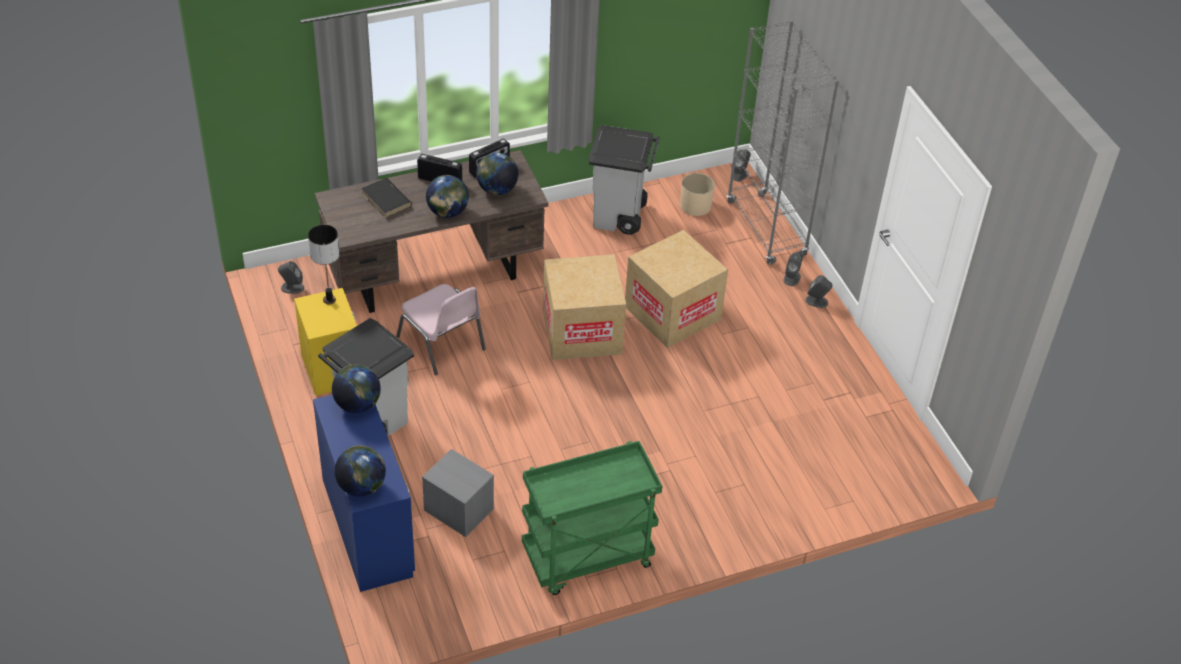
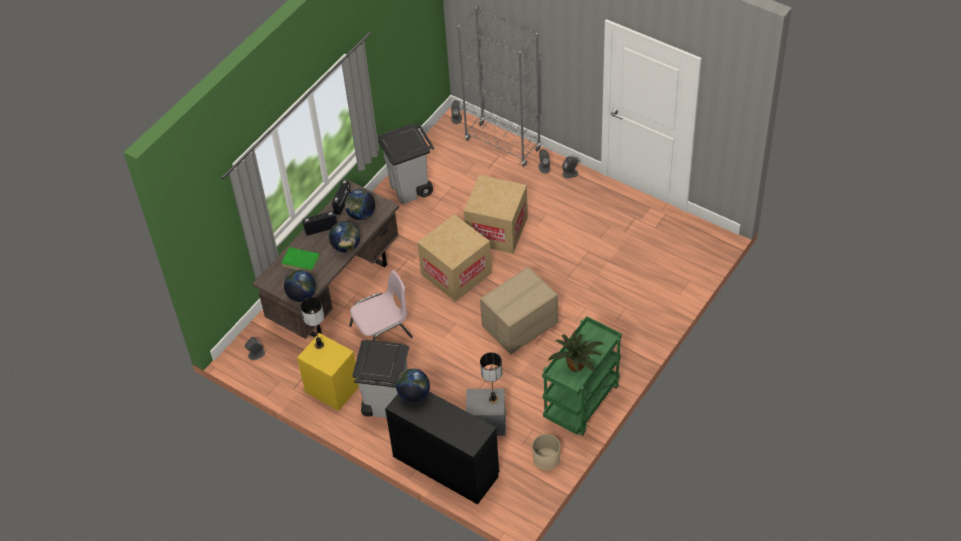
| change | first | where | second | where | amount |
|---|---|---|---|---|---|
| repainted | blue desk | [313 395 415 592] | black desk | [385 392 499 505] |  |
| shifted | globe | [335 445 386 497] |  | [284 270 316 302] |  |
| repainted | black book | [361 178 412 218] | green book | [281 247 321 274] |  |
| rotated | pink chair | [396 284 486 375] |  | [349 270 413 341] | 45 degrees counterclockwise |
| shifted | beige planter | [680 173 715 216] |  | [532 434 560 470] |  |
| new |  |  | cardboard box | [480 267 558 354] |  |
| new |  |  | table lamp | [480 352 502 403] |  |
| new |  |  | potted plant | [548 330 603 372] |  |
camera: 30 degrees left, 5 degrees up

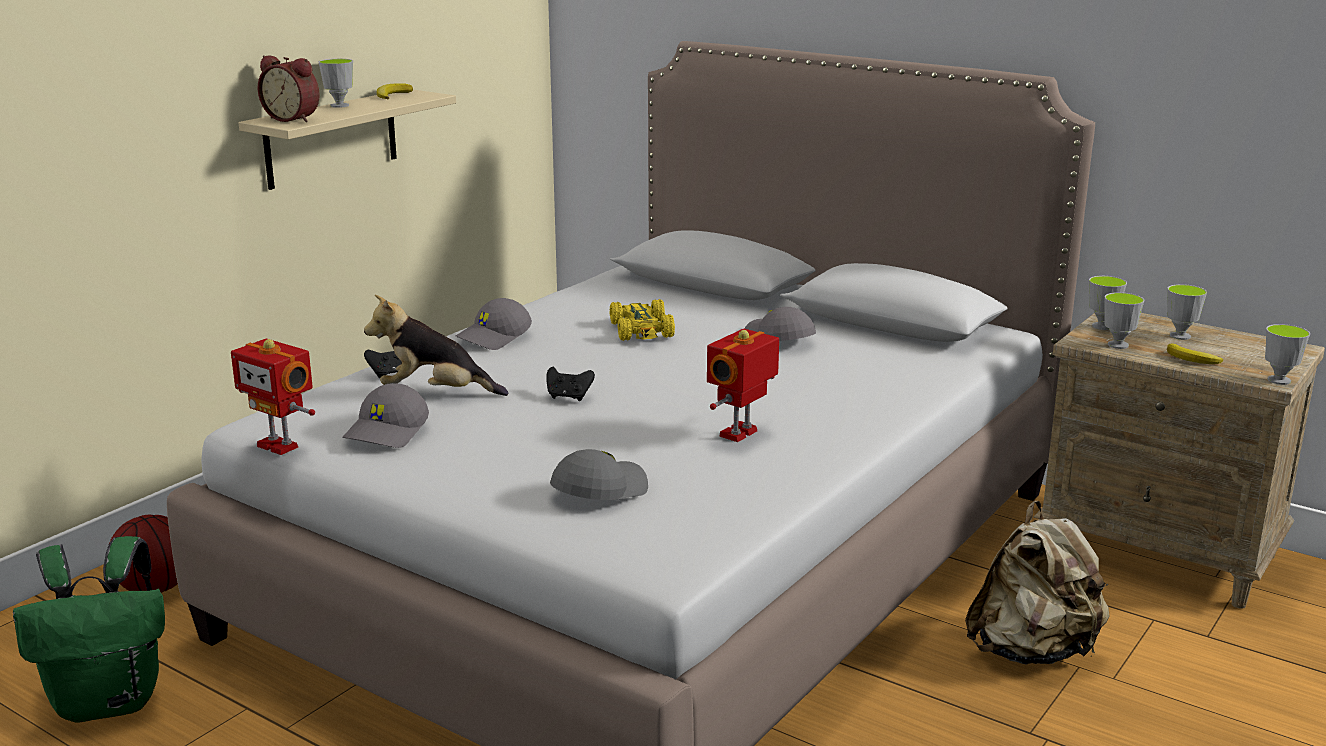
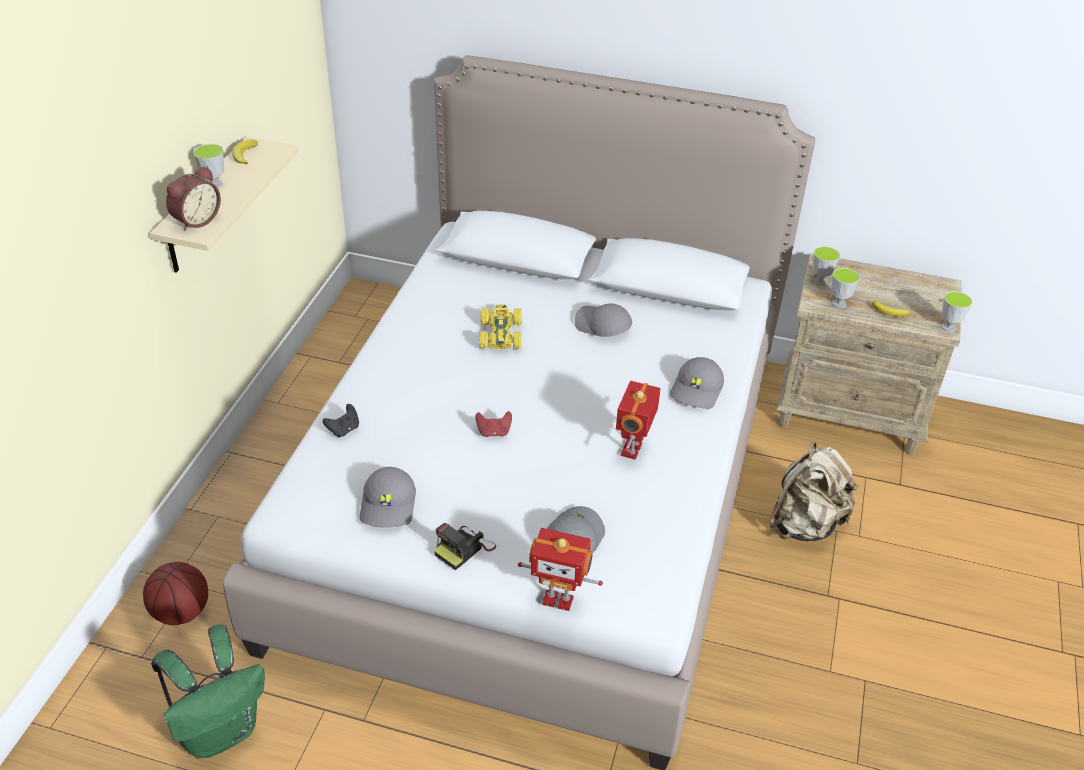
| change | first | where | second | where | amount |
|---|---|---|---|---|---|
| shifted | toy robot | [231 339 315 455] |  | [518 528 603 611] |  |
| rotated | alarm clock | [258 55 320 122] |  | [166 166 221 231] | 60 degrees counterclockwise |
| gone | plush toy | [364 295 508 396] |  |  |  |
| shifted | grey cap | [456 298 532 350] |  | [669 357 724 409] |  |
| repainted | black game controller | [546 367 595 401] | red game controller | [475 411 512 437] |  |
| rotated | yellow toy car | [610 299 675 341] |  | [479 304 522 349] | 150 degrees counterclockwise |
| gone | cup | [1167 284 1207 340] |  |  |  |
| new |  |  | photo camera | [434 523 496 570] |  |
camera: 20 degrees left, 20 degrees up

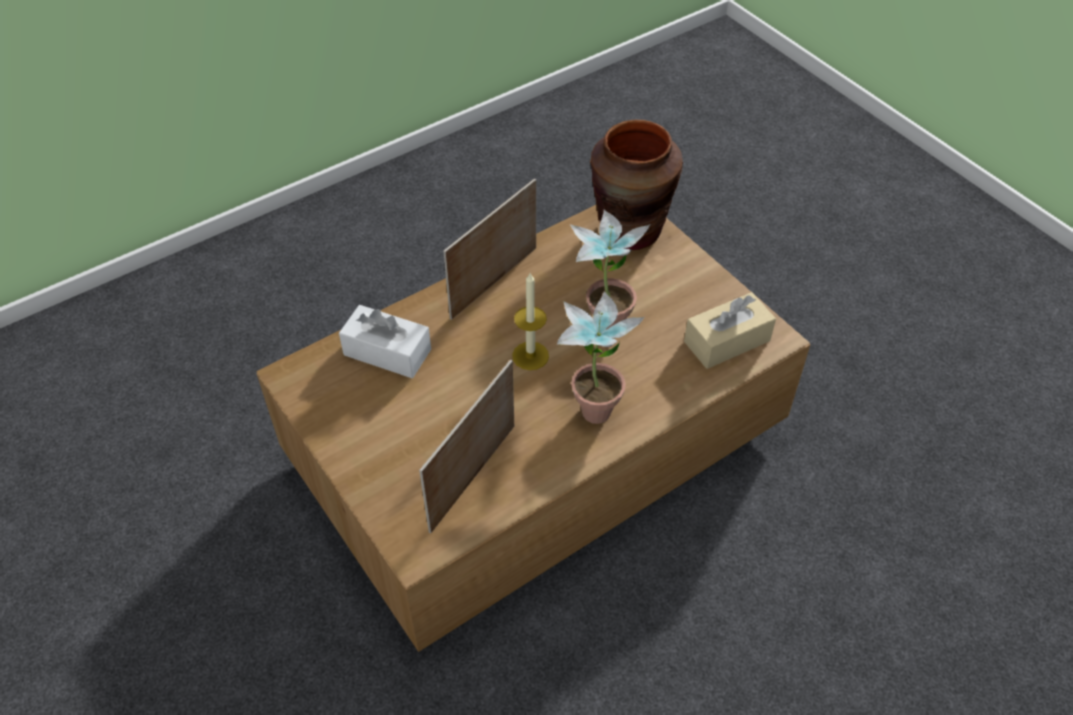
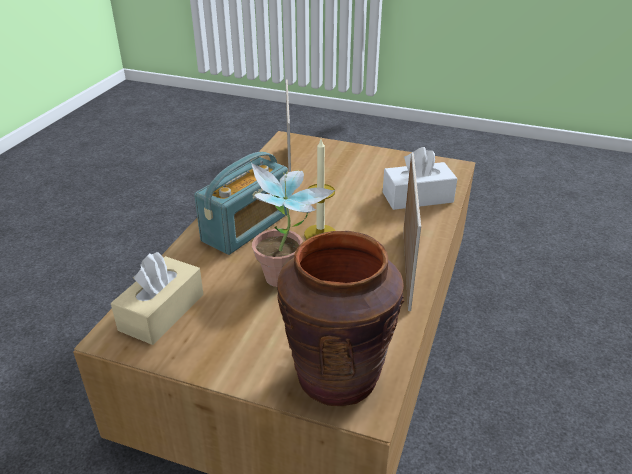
| change | first | where | second | where | amount |
|---|---|---|---|---|---|
| swapped | potted plant | [557 291 645 424] | radio | [194 152 289 255] |  |
camera: 145 degrees right, 15 degrees down

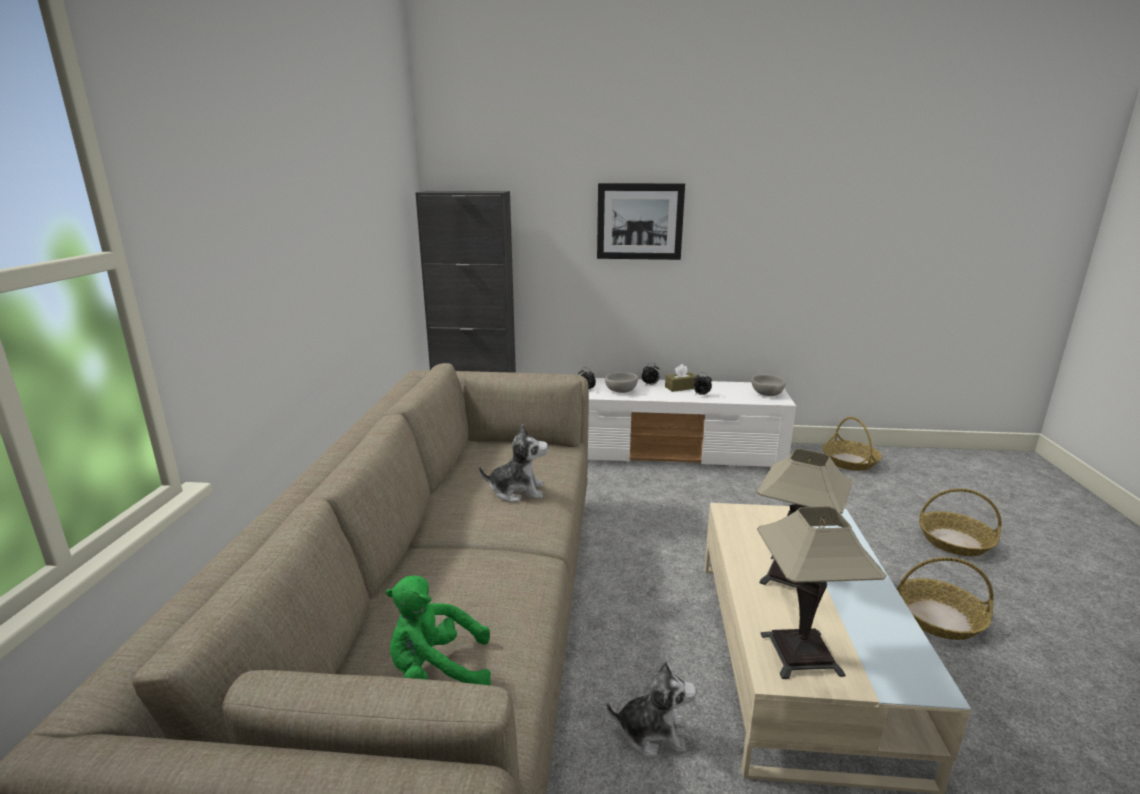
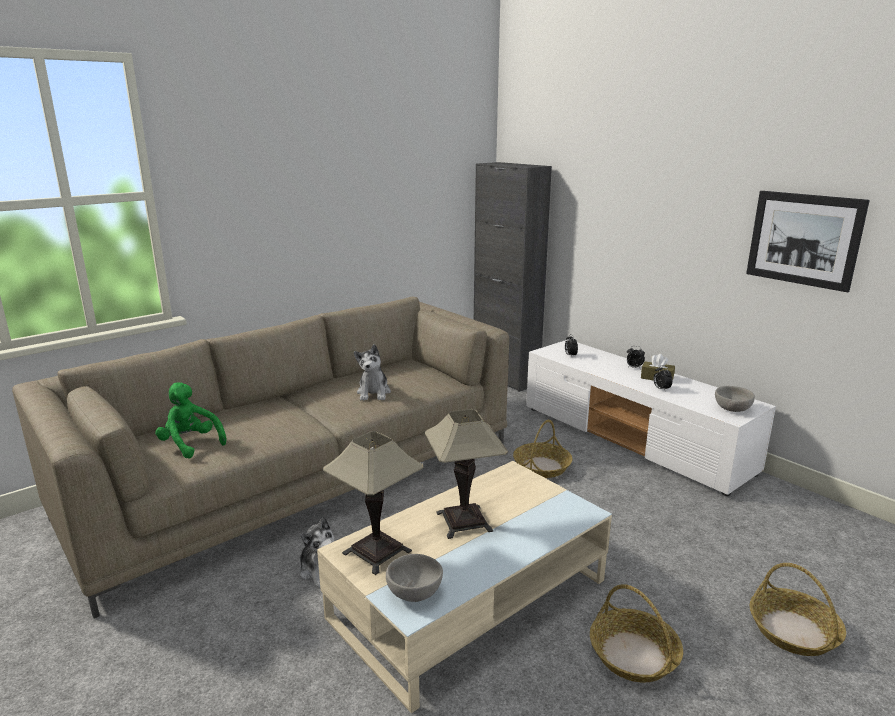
| change | first | where | second | where | amount |
|---|---|---|---|---|---|
| rotated | plush toy | [479 424 548 502] |  | [354 344 391 400] | 45 degrees clockwise |
| shifted | picture | [597 183 685 260] |  | [746 191 870 292] |  |
| shifted | grey bowl | [605 372 638 393] |  | [386 554 443 602] |  |
| shifted | basket | [823 417 882 471] |  | [513 420 572 478] |  |
camera: 45 degrees right, 0 degrees up

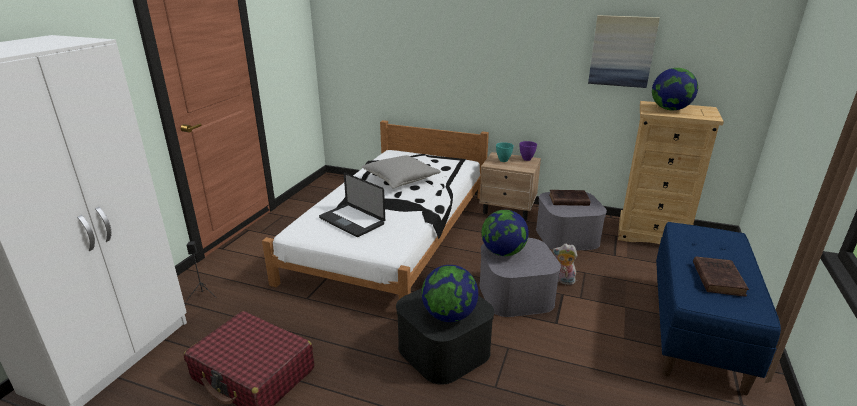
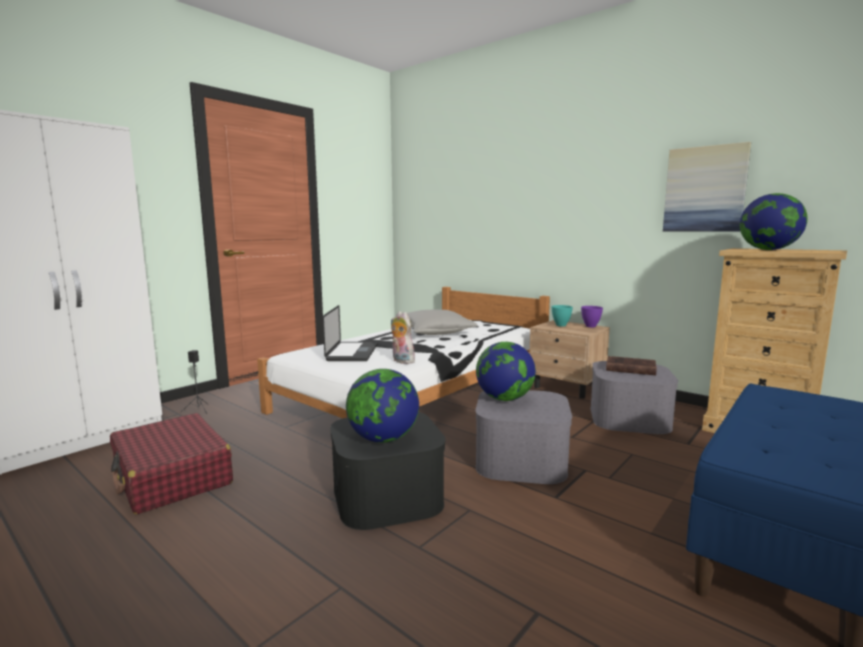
| change | first | where | second | where | amount |
|---|---|---|---|---|---|
| rotated | laptop | [319 172 385 237] |  | [323 305 378 361] | 150 degrees counterclockwise |
| shifted | plush toy | [553 244 578 285] |  | [391 311 415 364] |  |
| gone | brown book | [693 256 749 297] |  |  |  |
camera: 20 degrees right, 15 degrees down

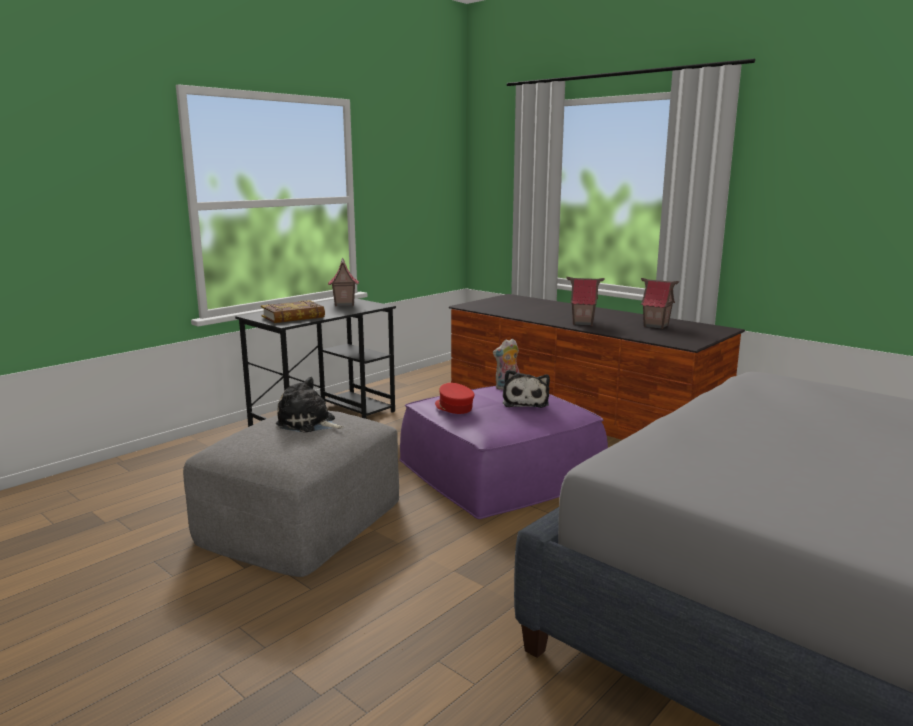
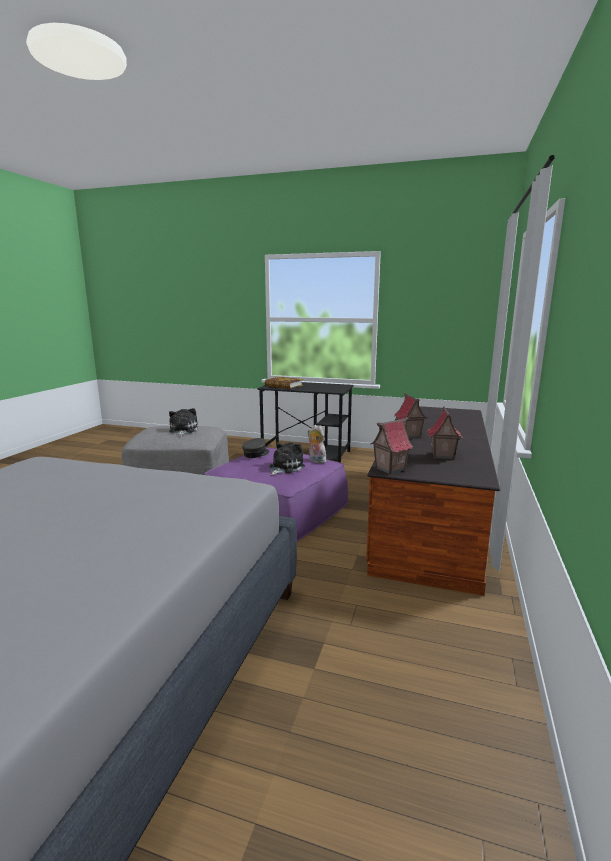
| change | first | where | second | where | amount |
|---|---|---|---|---|---|
| shifted | toy house | [328 258 359 306] |  | [370 417 413 475] |  |
| repainted | red cap | [435 383 475 414] | grey cap | [242 438 269 458] |  |
| rotated | plush toy | [503 370 550 408] |  | [269 442 305 475] | 150 degrees clockwise |
camera: 65 degrees right, 0 degrees up

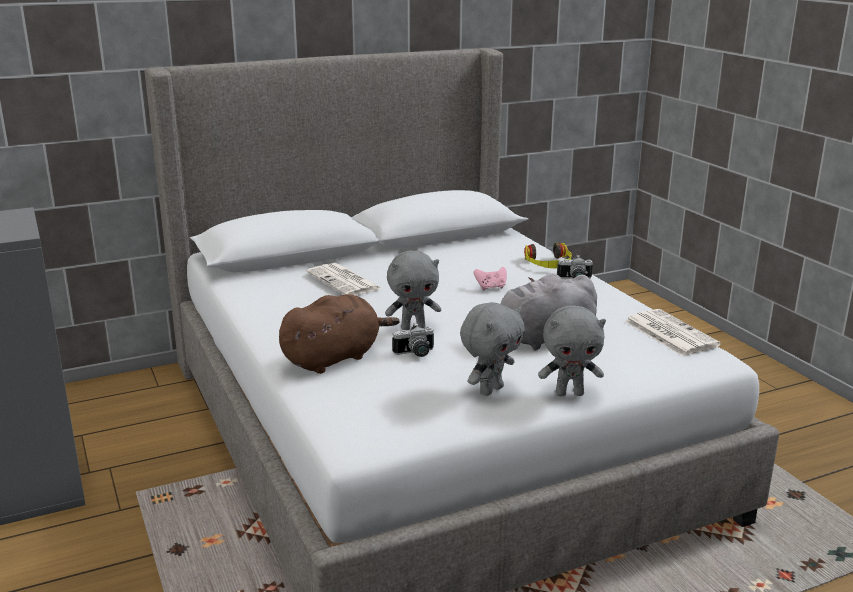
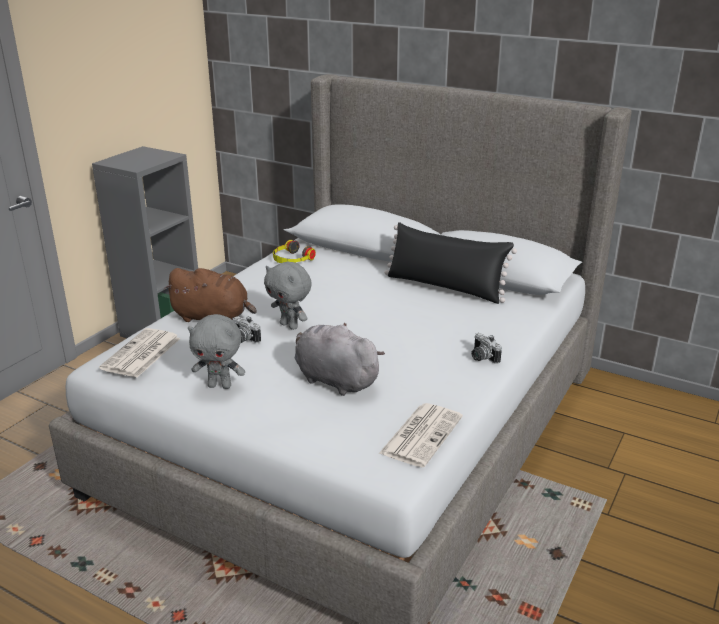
| change | first | where | second | where | amount |
|---|---|---|---|---|---|
| shifted | newspaper | [307 263 382 296] |  | [99 328 181 377] |  |
| gone | pink game controller | [474 267 507 290] |  |  |  |
| shifted | headphones | [524 242 572 268] |  | [273 240 316 263] |  |
| gone | grey plush toy | [538 306 606 396] |  |  |  |
| new |  |  | black pillow | [384 222 517 304] |  |
camera: 55 degrees right, 5 degrees up

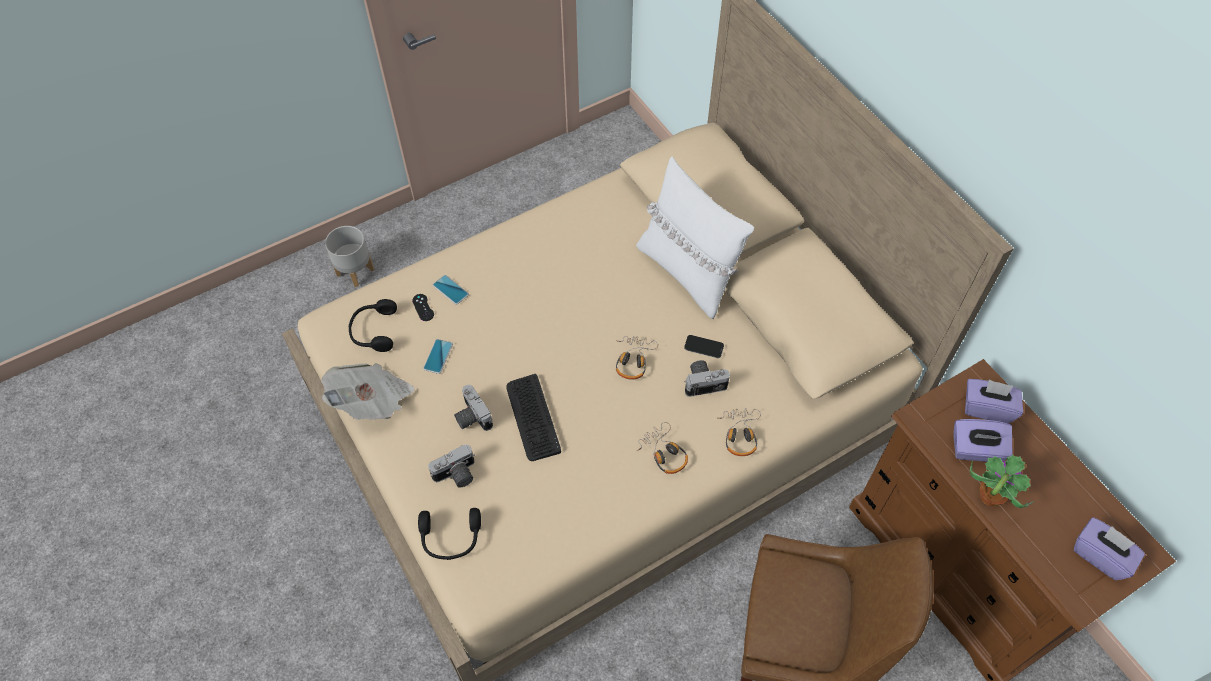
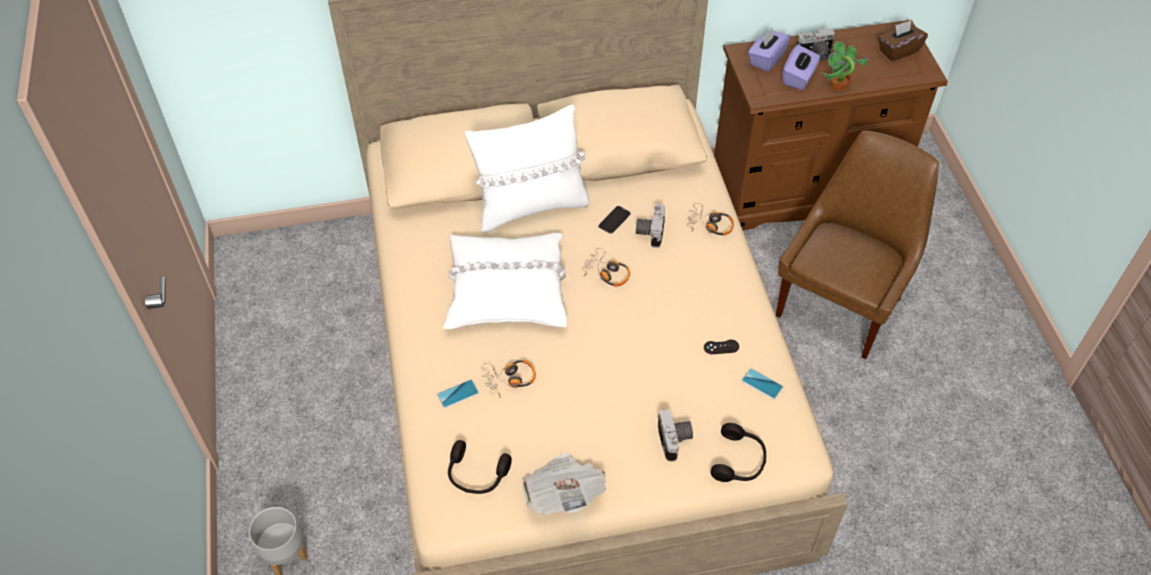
| change | first | where | second | where | amount |
|---|---|---|---|---|---|
| shifted | black game controller | [412 294 434 321] |  | [704 339 739 354] |  |
| shifted | phone | [423 339 453 374] |  | [741 368 783 400] |  |
| shifted | photo camera | [454 385 493 431] |  | [797 28 835 61] |  |
| gone | keyboard | [506 374 561 461] |  |  |  |
| shifted | headphones | [637 422 688 474] |  | [482 360 536 398] |  |
| repainted | purple tissue box | [1074 517 1145 580] | brown tissue box | [878 20 928 61] |  |
| new |  |  | white pillow | [443 233 567 329] |  |
camera: 70 degrees left, 5 degrees down

